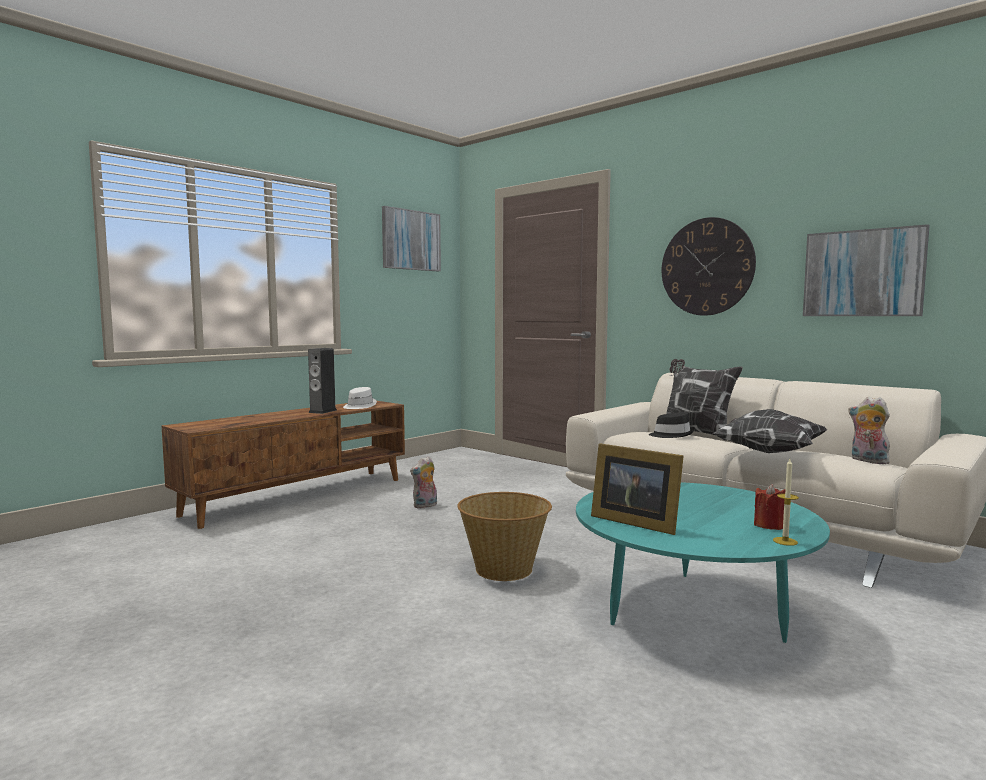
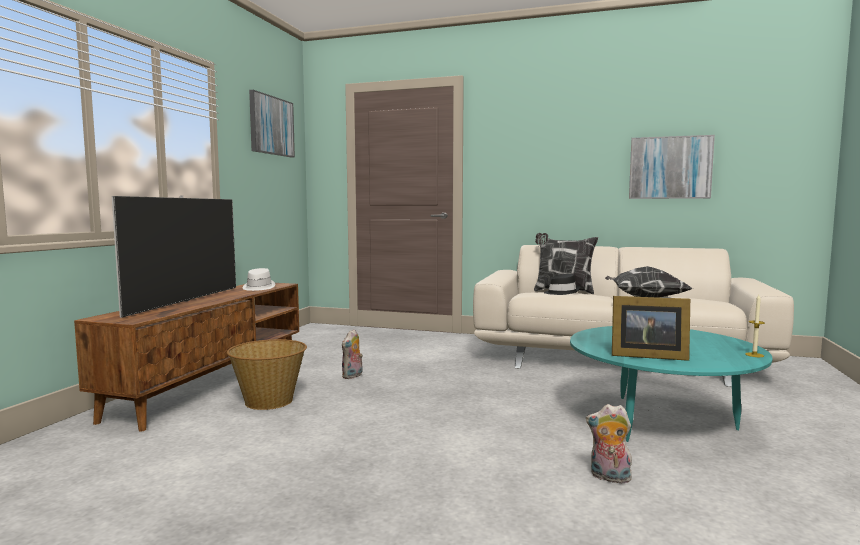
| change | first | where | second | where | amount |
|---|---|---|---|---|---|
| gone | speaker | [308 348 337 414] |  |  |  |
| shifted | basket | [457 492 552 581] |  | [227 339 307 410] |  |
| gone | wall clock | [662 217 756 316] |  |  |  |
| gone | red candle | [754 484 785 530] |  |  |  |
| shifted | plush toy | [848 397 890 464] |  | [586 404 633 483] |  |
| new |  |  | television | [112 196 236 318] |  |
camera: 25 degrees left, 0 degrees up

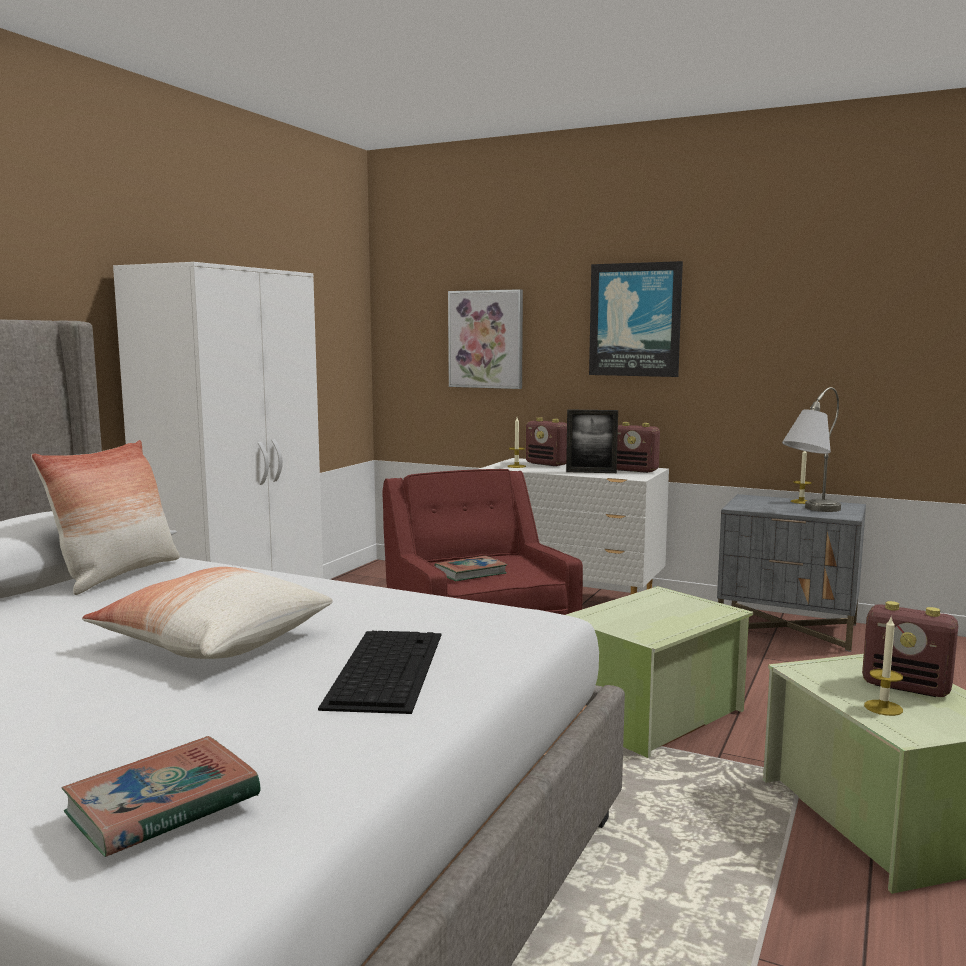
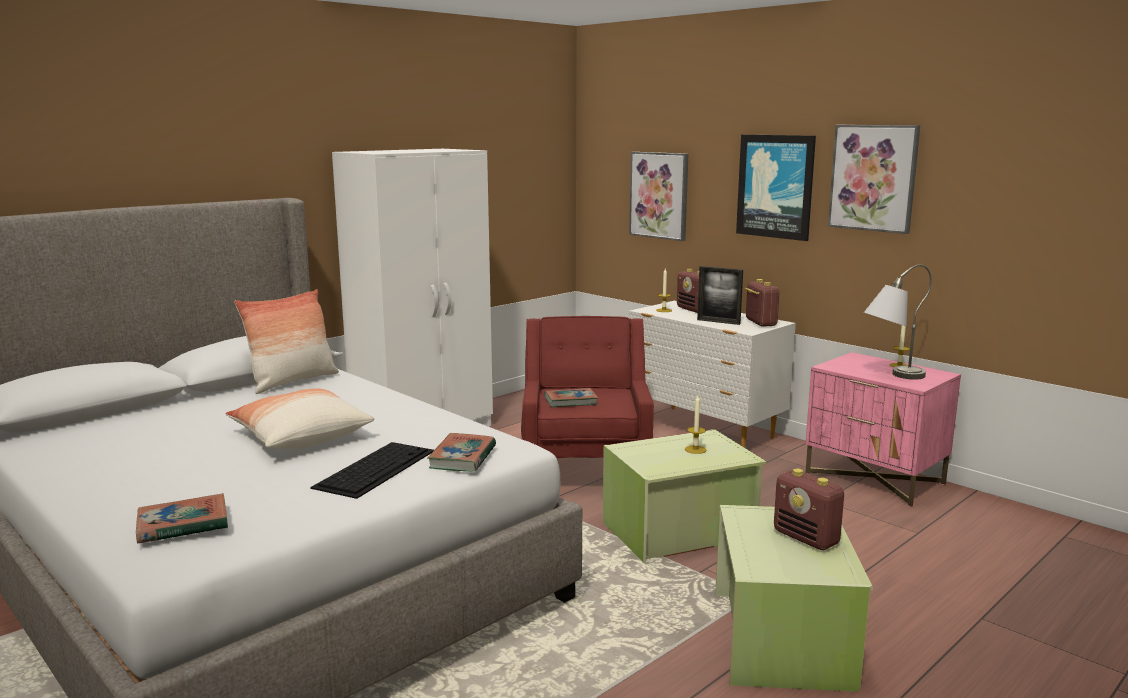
| change | first | where | second | where | amount |
|---|---|---|---|---|---|
| rotated | radio | [617 422 660 473] |  | [745 279 779 327] | 150 degrees counterclockwise |
| repainted | grey nightstand | [717 494 866 652] | pink nightstand | [805 352 961 507] |  |
| shifted | candle | [864 617 903 716] |  | [685 396 707 454] |  |
| new |  |  | book | [428 433 496 472] |  |
| new |  |  | picture | [828 125 920 234] |  |
camera: 20 degrees right, 5 degrees up

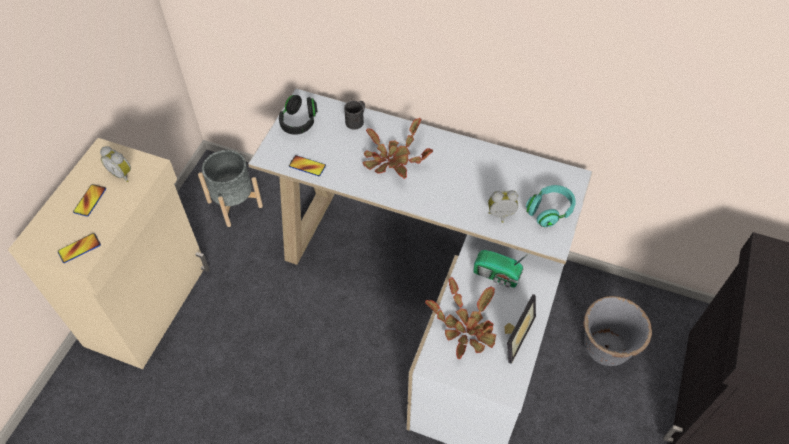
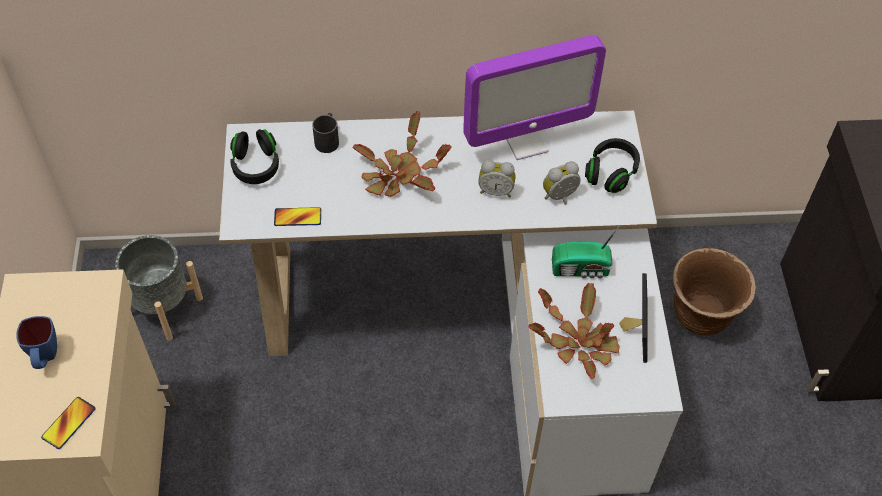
| change | first | where | second | where | amount |
|---|---|---|---|---|---|
| swapped | phone | [73 184 106 217] | blue mug | [16 316 57 369] |  |
| shifted | alarm clock | [100 146 131 182] |  | [478 160 515 198] |  |
| repainted | turquoise headphones | [526 185 576 227] | black headphones | [585 138 640 193] |  |
| repainted | grey planter | [584 296 652 366] | brown planter | [673 248 756 336] |  |
| new |  |  | monitor | [463 35 606 160] |  |
camera: 25 degrees left, 0 degrees up

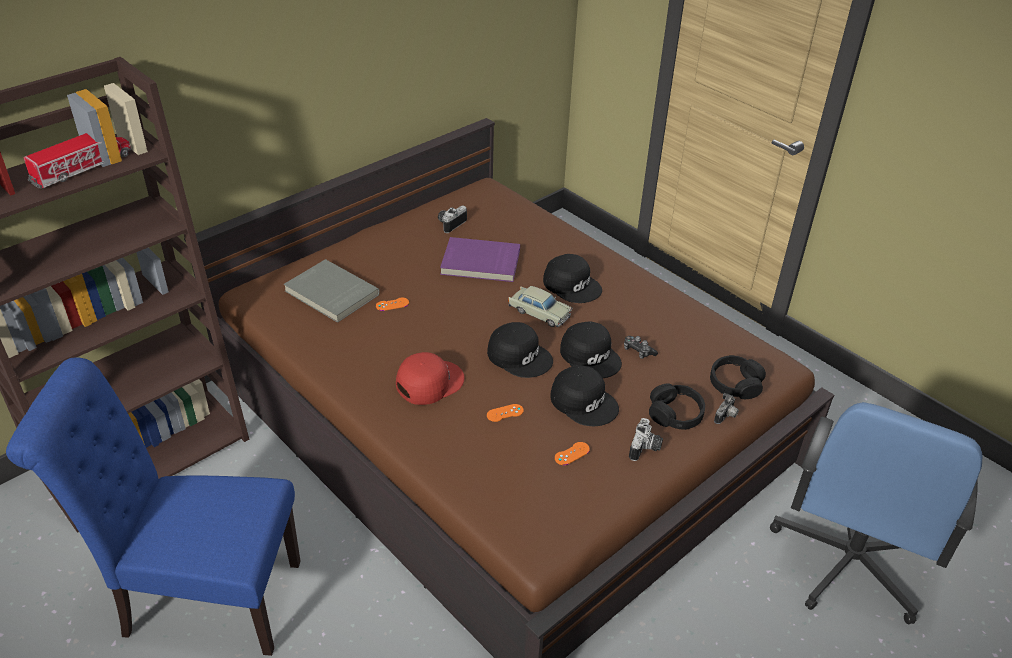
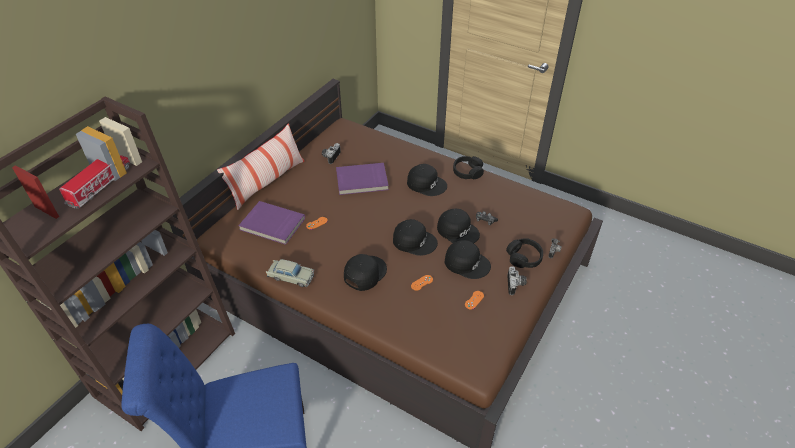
| change | first | where | second | where | amount |
|---|---|---|---|---|---|
| repainted | grey book | [284 259 380 323] | purple book | [239 201 305 245] |  |
| repainted | red cap | [396 352 465 405] | black cap | [344 254 387 291] |  |
| shifted | beige toy car | [508 286 572 327] |  | [266 259 314 287] |  |
| shifted | black headphones | [710 355 766 399] |  | [453 156 484 179] |  |
| gone | blue office chair | [770 402 983 624] |  |  |  |
| new |  |  | pillow | [217 124 305 210] |  |
camera: 15 degrees left, 5 degrees up

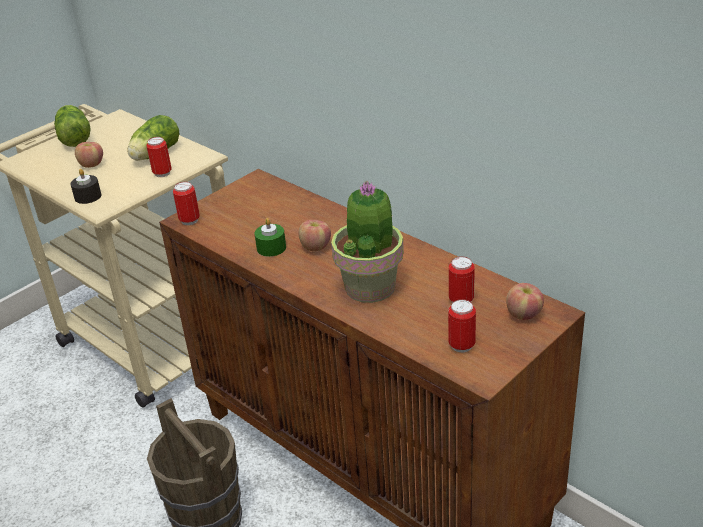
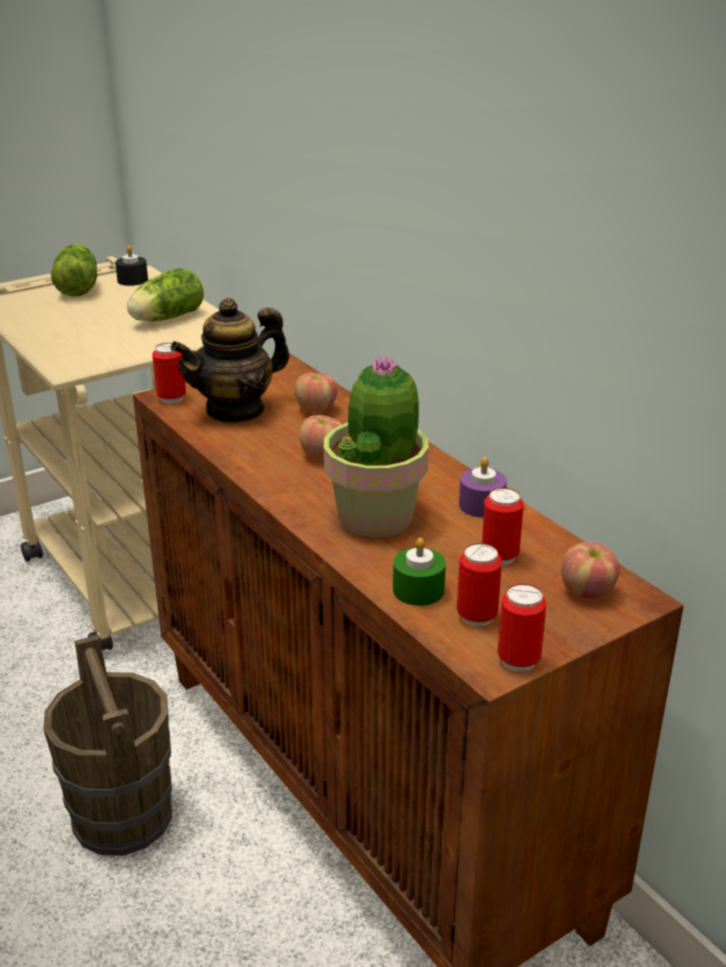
| change | first | where | second | where | amount |
|---|---|---|---|---|---|
| shifted | black candle | [70 169 101 204] |  | [115 245 148 286] |  |
| shifted | apple | [75 142 103 168] |  | [294 372 338 413] |  |
| shifted | can | [146 137 172 177] |  | [497 584 546 672] |  |
| shifted | green candle | [254 218 286 257] |  | [393 538 446 606] |  |
| new |  |  | teapot | [170 298 290 424] |  |
| new |  |  | purple candle | [459 457 507 518] |  |
camera: 10 degrees right, 5 degrees down

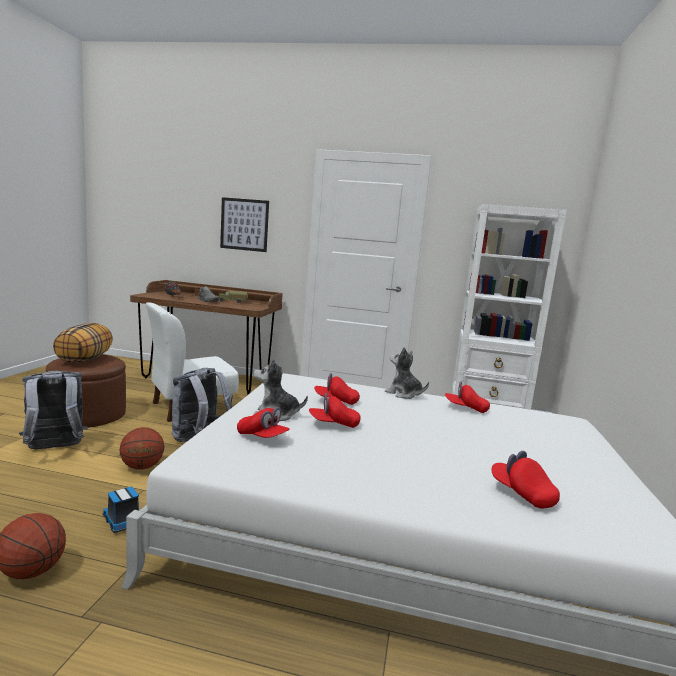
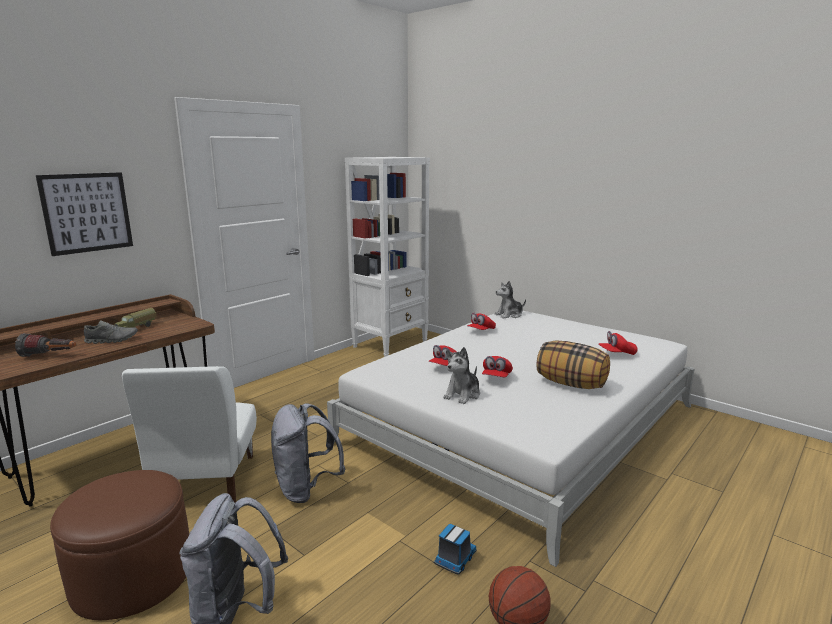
| change | first | where | second | where | amount |
|---|---|---|---|---|---|
| shifted | pillow | [53 323 113 363] |  | [537 340 610 389] |  |
| rotated | toy truck | [103 487 139 533] |  | [434 524 477 575] | 135 degrees clockwise |
| gone | basketball | [119 427 164 470] |  |  |  |
| gone | red cap | [237 407 290 438] |  |  |  |
| shifted | plush toy | [385 347 429 399] |  | [495 281 526 318] |  |
camera: 60 degrees left, 5 degrees up

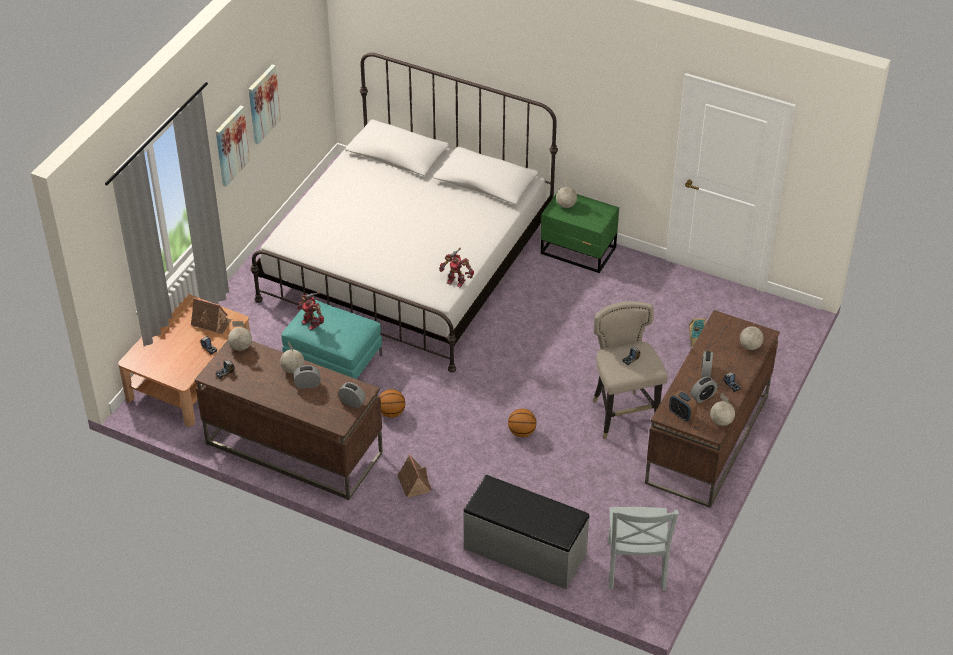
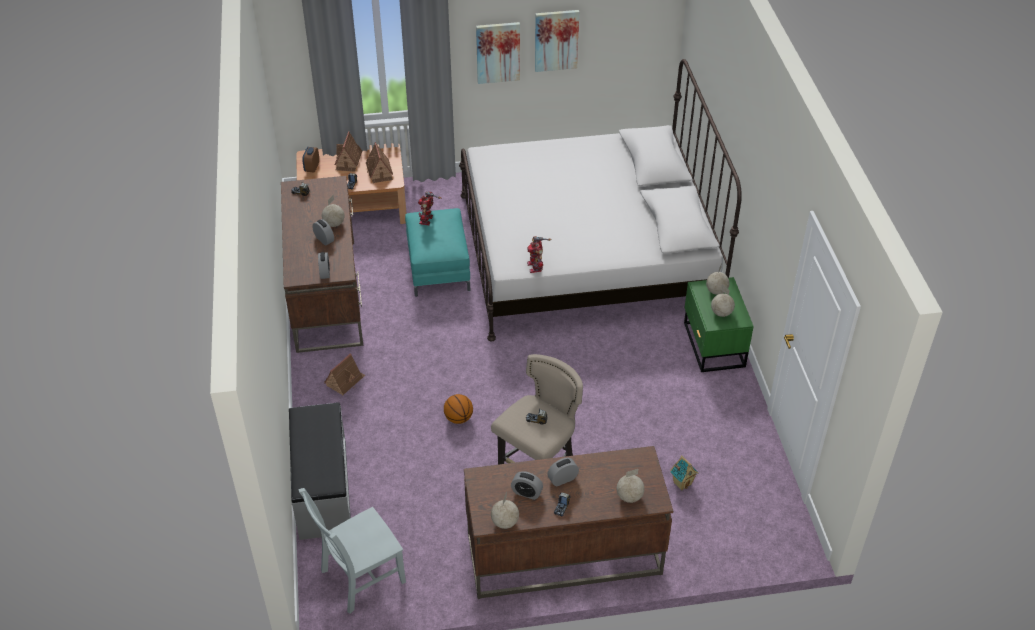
| change | first | where | second | where | amount |
|---|---|---|---|---|---|
| shifted | globe | [228 321 252 351] |  | [711 285 735 317] |  |
| gone | basketball | [380 389 405 418] |  |  |  |
| shifted | alarm clock | [669 390 698 421] |  | [302 147 319 173] |  |
| new |  |  | toy house | [335 131 362 172] |  |
camera: 55 degrees right, 0 degrees up

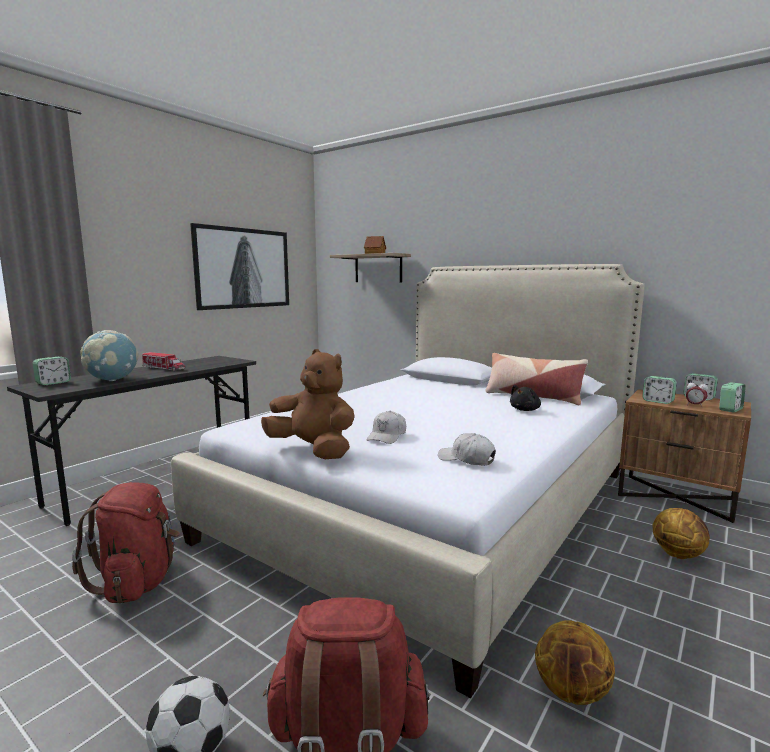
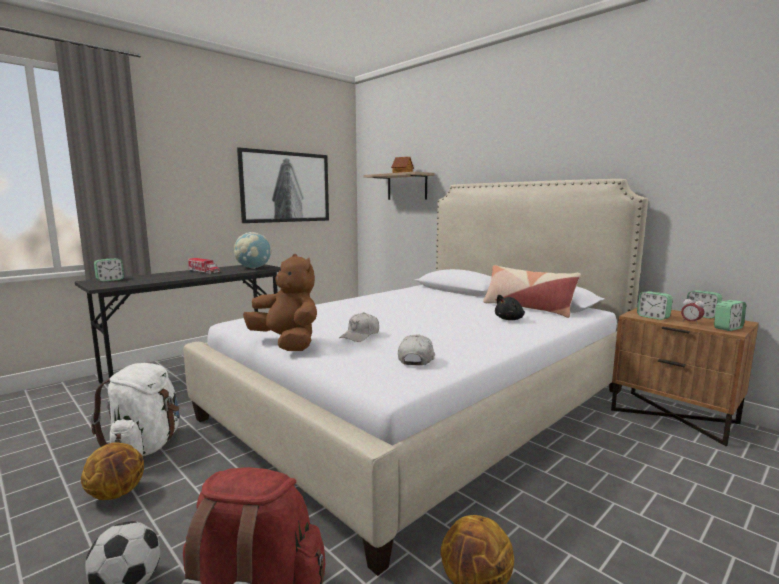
| change | first | where | second | where | amount |
|---|---|---|---|---|---|
| repainted | red backpack | [72 482 180 604] | white backpack | [91 363 180 456] |  |
| shifted | globe | [80 330 139 381] |  | [234 232 272 269] |  |
| rotated | white cap | [438 433 496 466] |  | [398 334 435 365] | 60 degrees clockwise |
| shifted | basketball | [653 508 710 559] |  | [81 442 144 500] |  |
camera: 10 degrees right, 0 degrees up

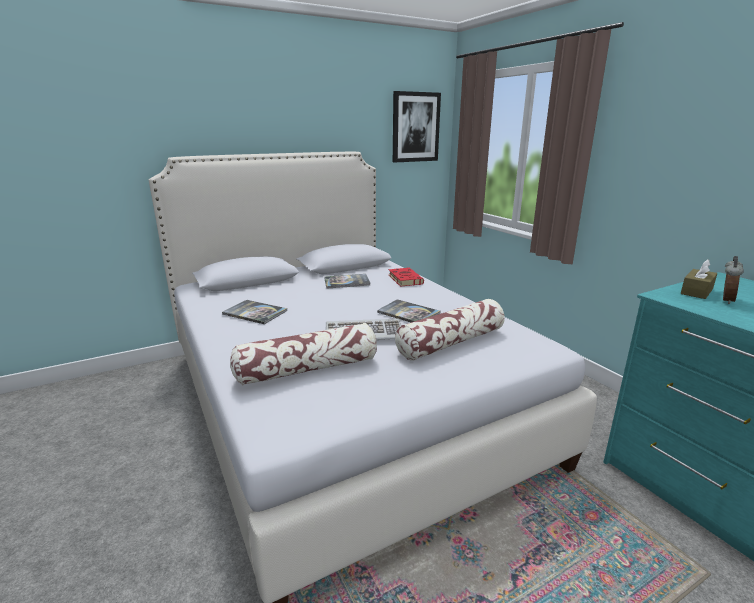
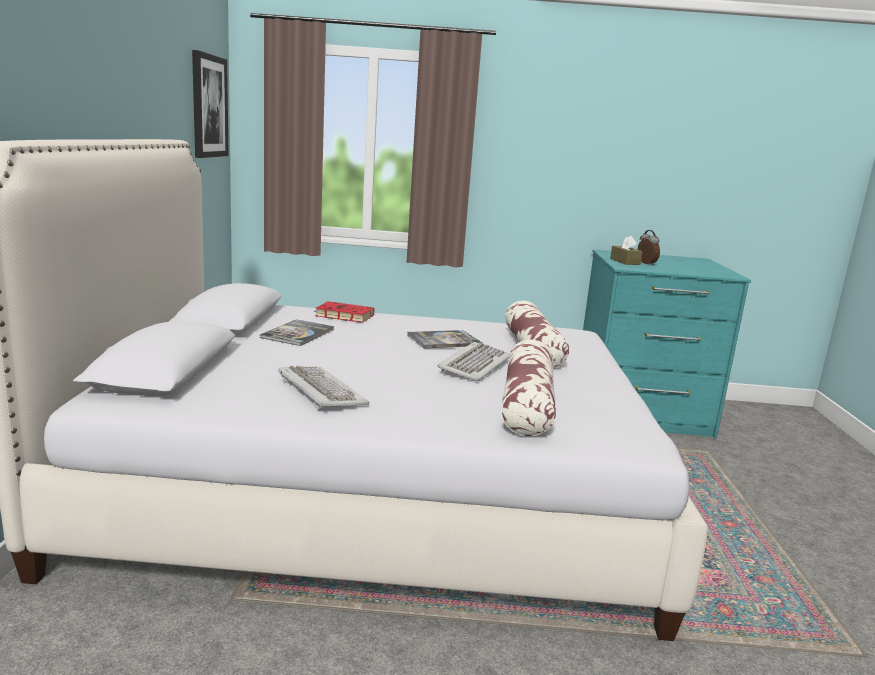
| change | first | where | second | where | amount |
|---|---|---|---|---|---|
| swapped | book | [222 300 287 324] | keyboard | [278 366 369 410] |  |
camera: 60 degrees left, 5 degrees down

